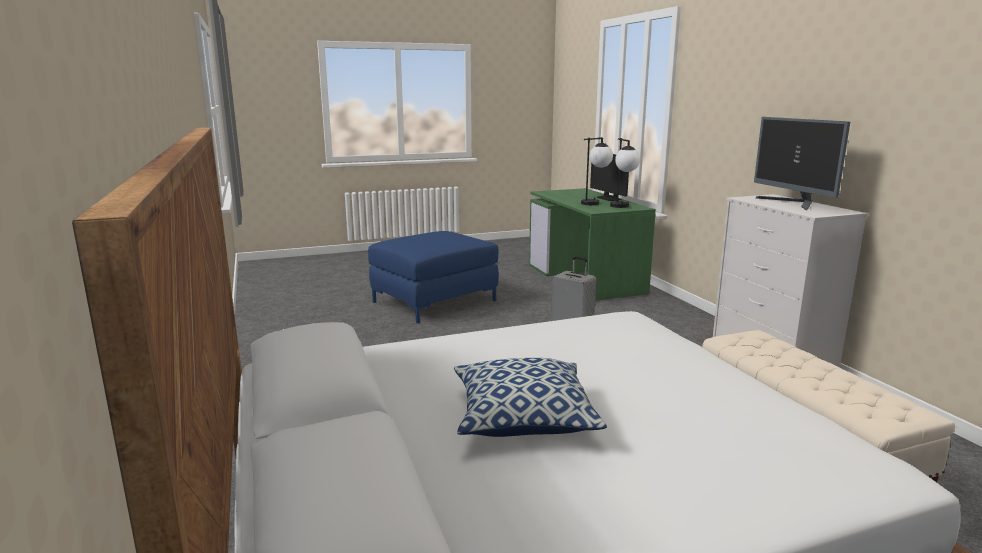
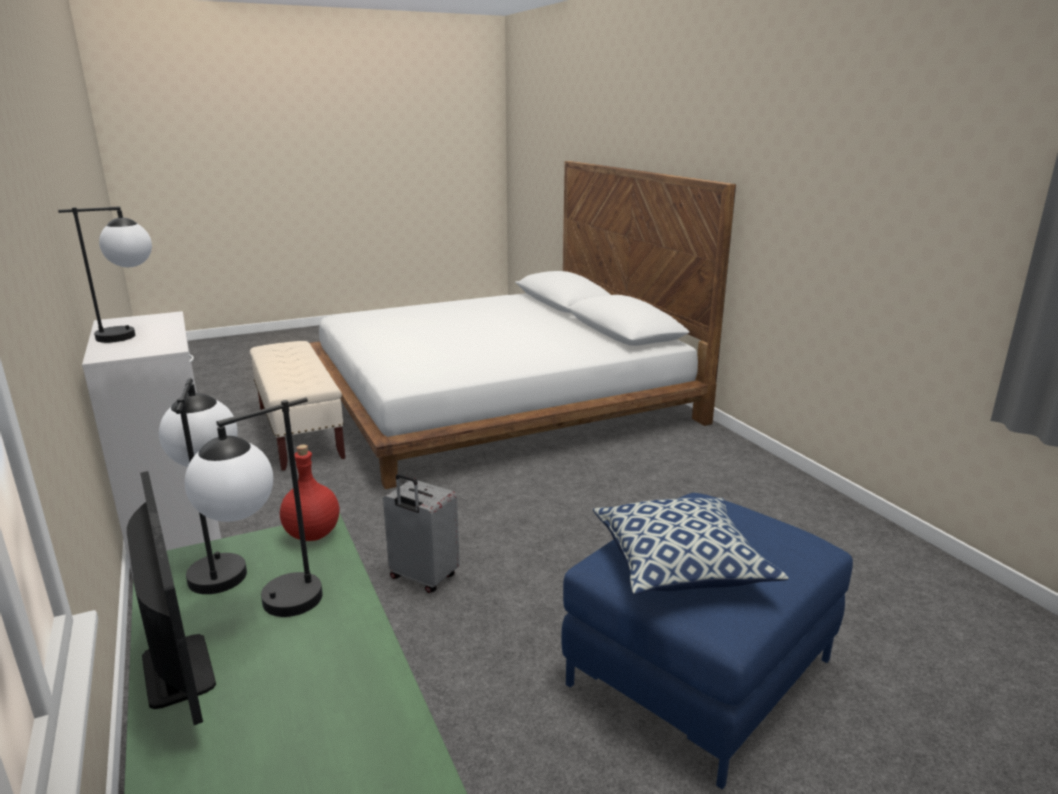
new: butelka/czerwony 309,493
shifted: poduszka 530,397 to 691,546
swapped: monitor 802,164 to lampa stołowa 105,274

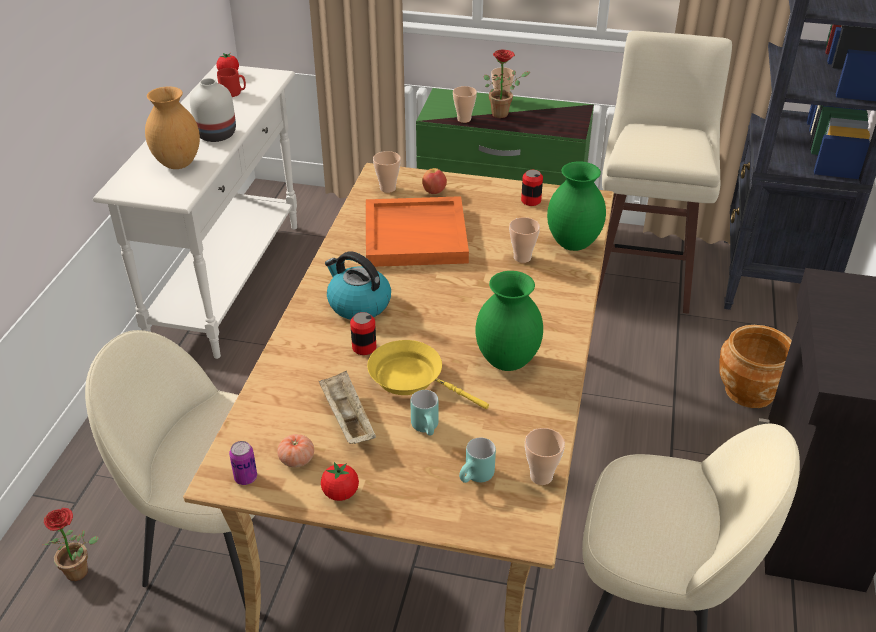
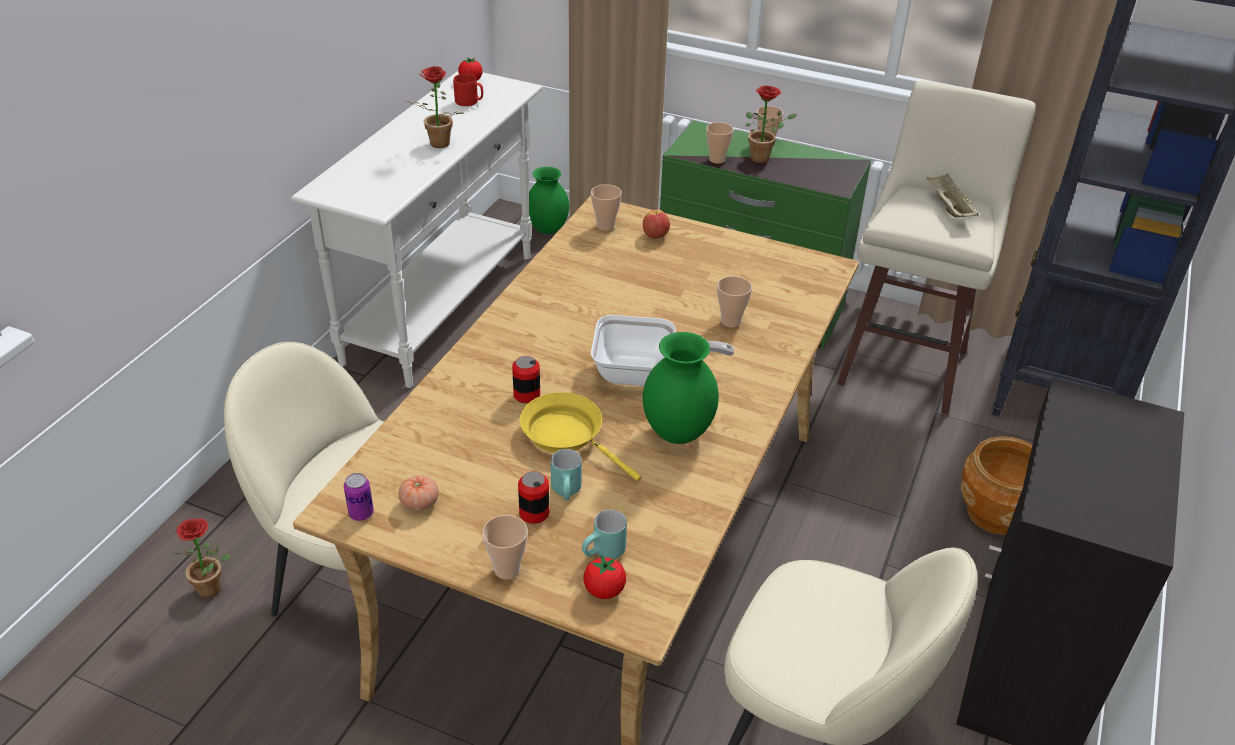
gone: wazon/brązowy 172,127; taca/pomarańczowy 417,231; czajnik 358,285
new: patelnia 662,350
shifted: wazon/zielony 576,206 to 549,200; puszka 532,188 to 533,497; taca/beżowy 347,407 to 952,196; filiżanka 545,456 to 505,547; pomidor 340,481 to 605,577
swapped: wazon/biały 213,110 to roślina doniczkowa 434,107

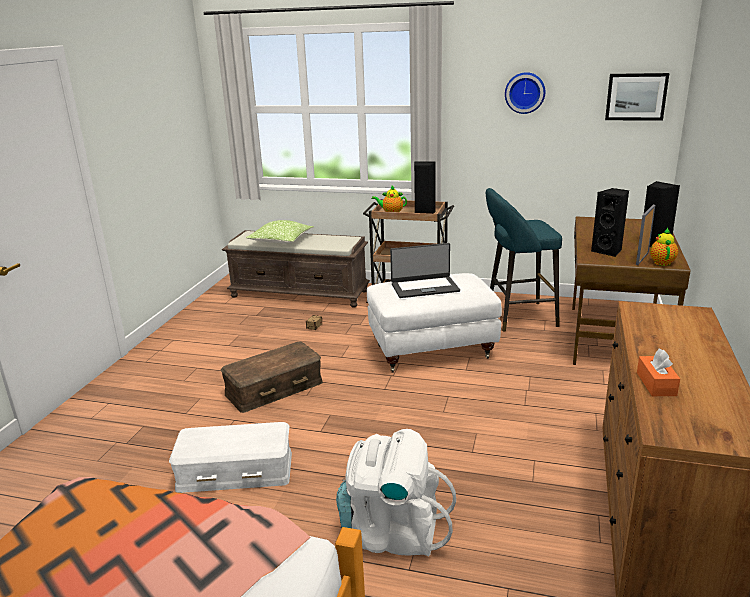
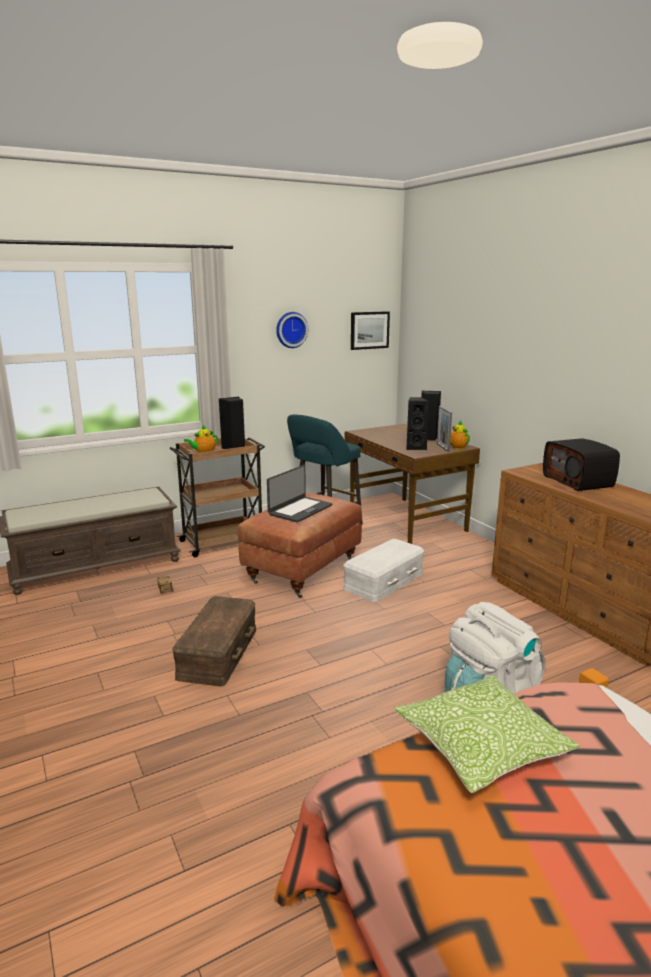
gone: pudełko chusteczek/pomarańczowy 658,372
new: radio 581,464
shifted: poduszka 280,231 to 487,734; pojemnik do przechowywania/biały 230,457 to 383,570
repainted: pufa/biały 434,322 to pufa/brązowy 300,545

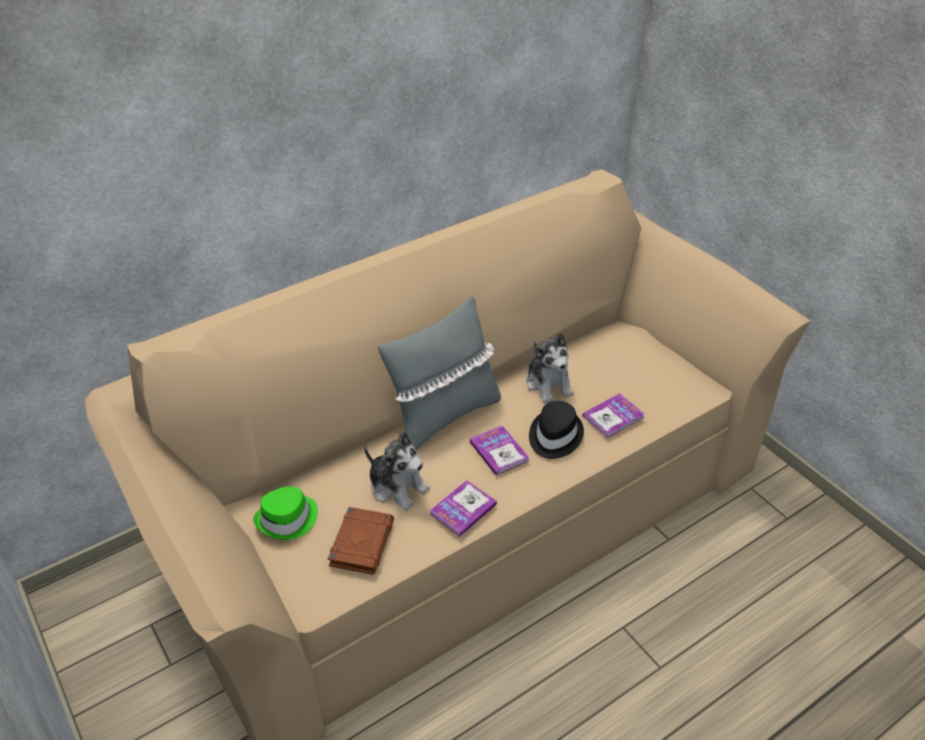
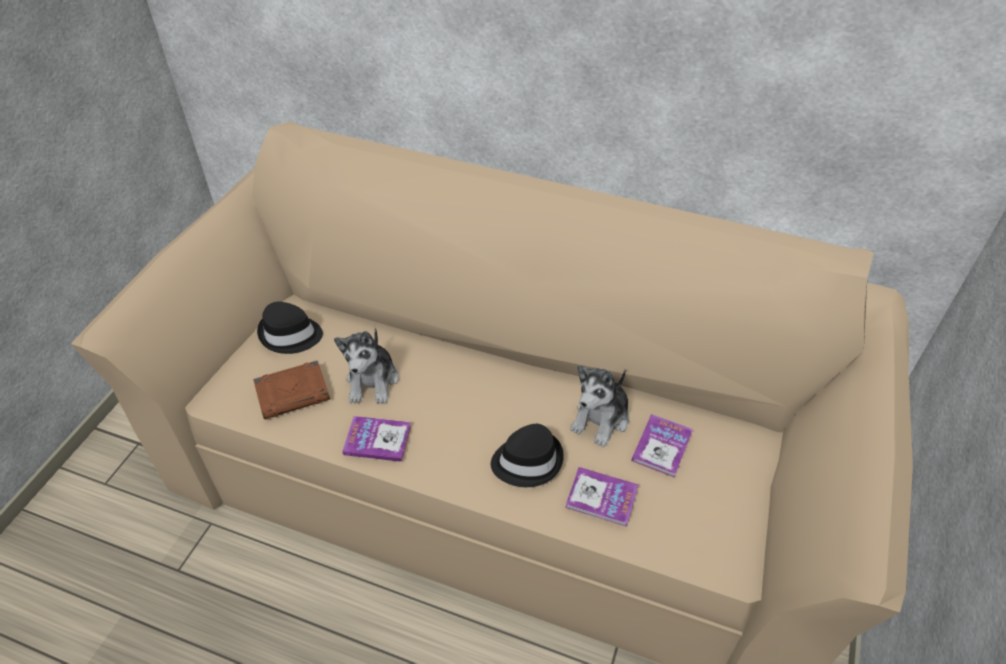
gone: poduszka/szary 439,373
shifted: książka 499,450 to 662,446
repainted: kapelusz/zielony 285,513 to kapelusz/czarny 290,328

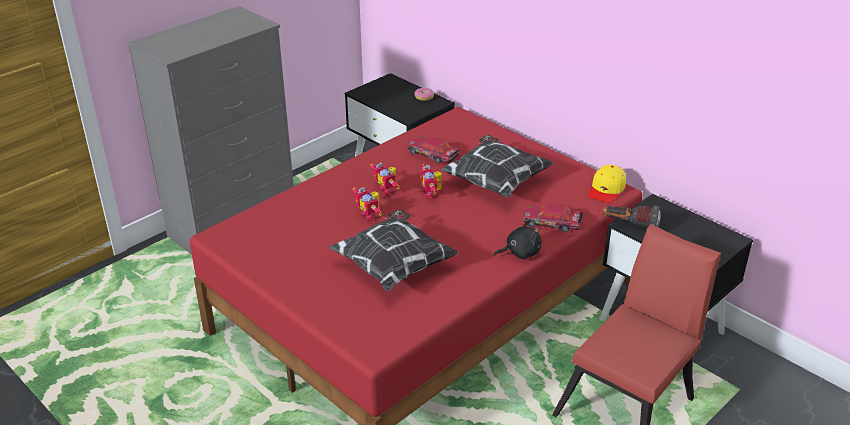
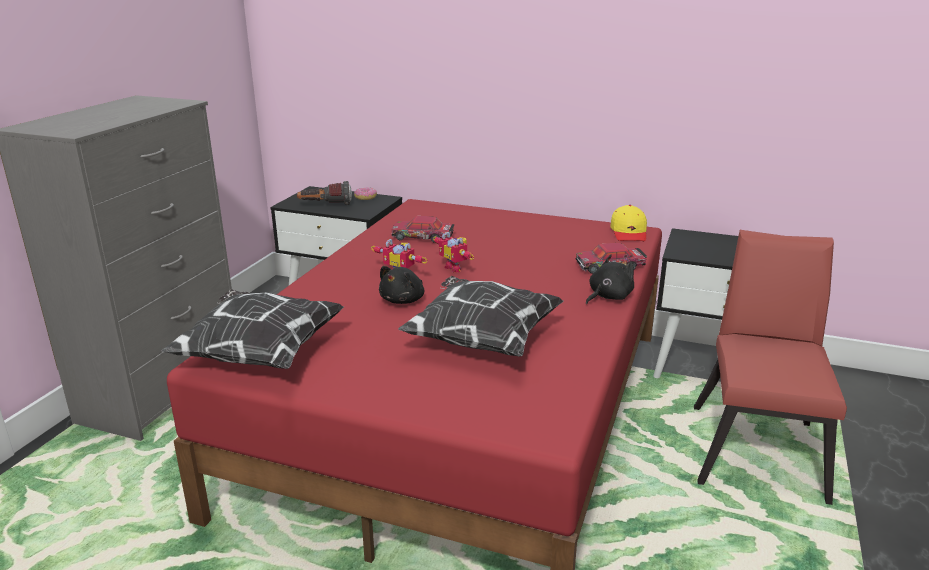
shifted: poduszka 497,166 to 252,329; latarka 631,216 to 324,193
swapped: robot zabawkowy 367,204 to pluszak/czarny 401,285

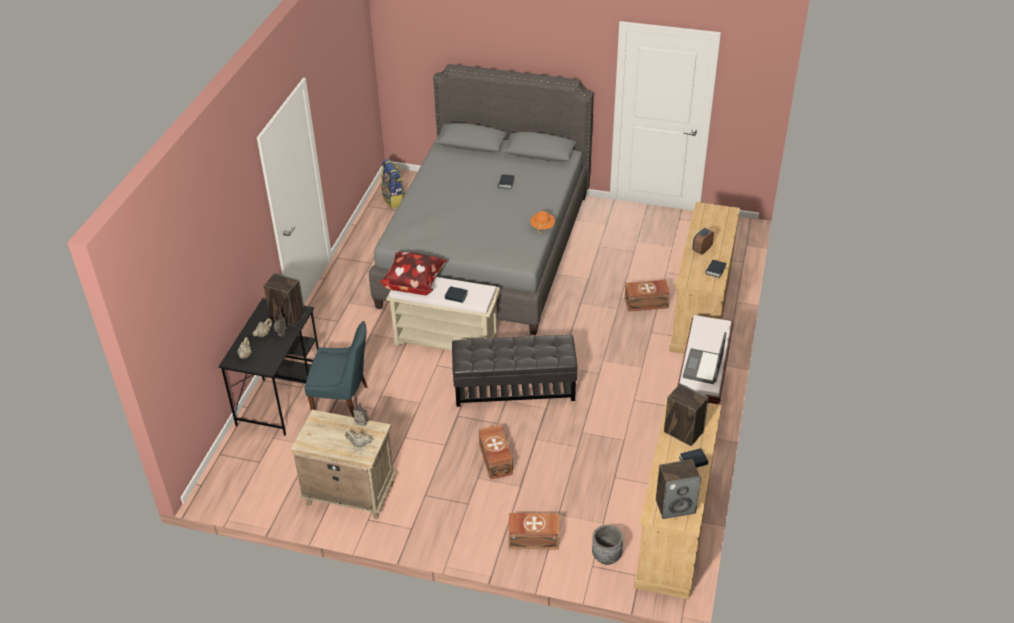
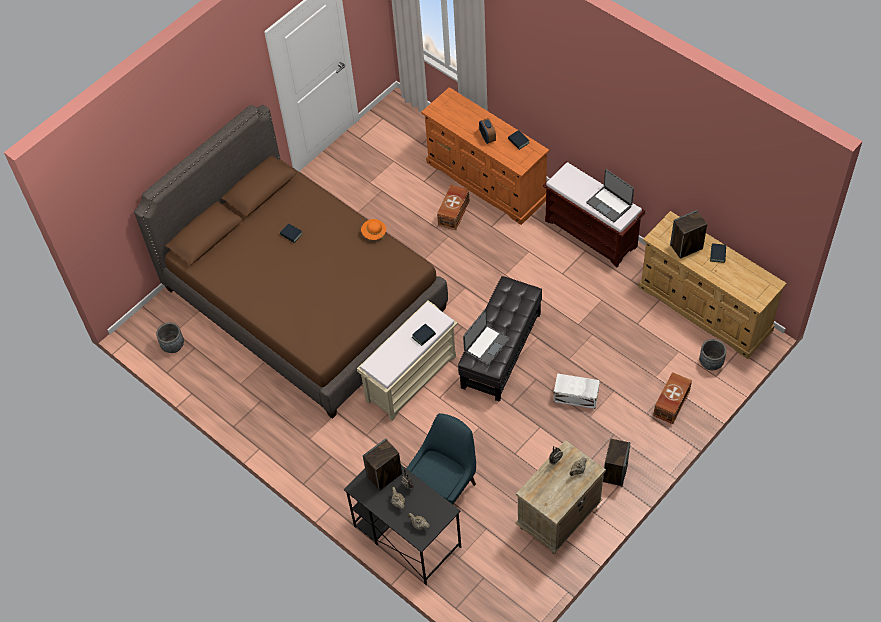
gone: poduszka 413,273
new: laptop 486,337
shifted: głośnik 678,489 to 616,463
swapped: plecak 393,184 to donica/szary 170,338
repainted: łóżko/szary 481,199 to łóżko/brązowy 291,262; komoda/beżowy 704,278 to komoda/pomarańczowy 485,156; pojemnik do przechowywania/brązowy 496,452 to pojemnik do przechowywania/biały 576,391

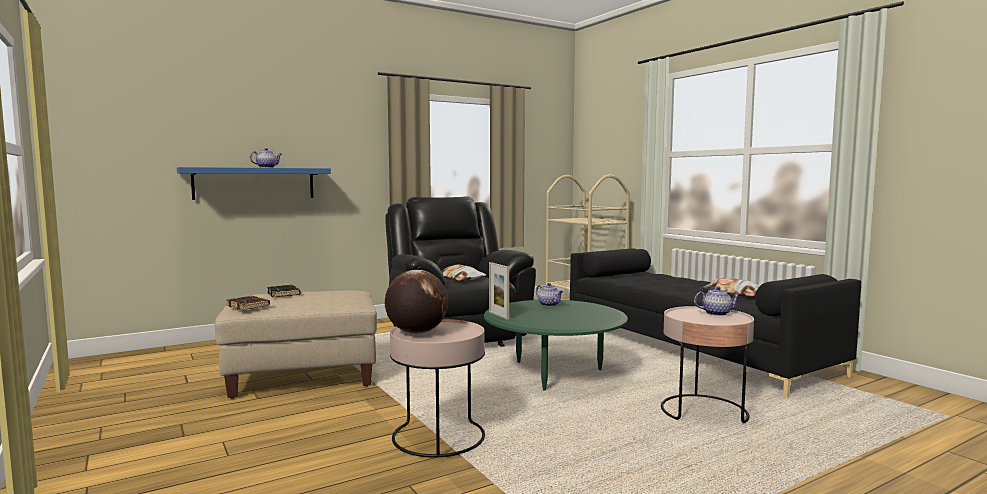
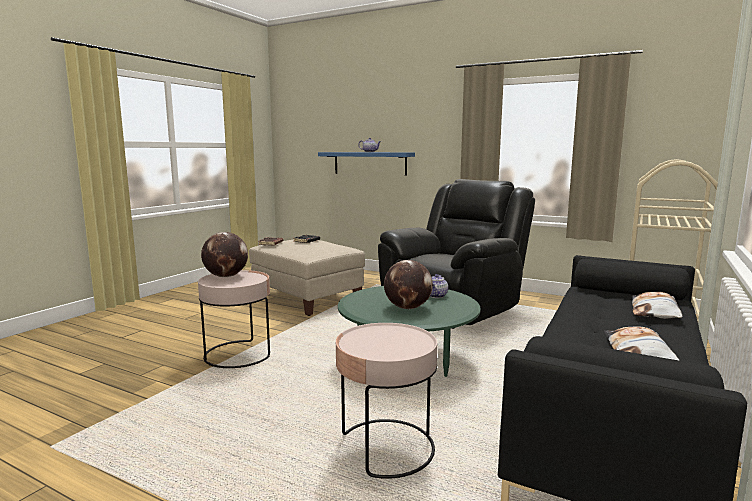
gone: ramka na zdjęcie 499,291; imbryk 717,301
new: globus 408,284
shifted: poduszka 464,273 to 657,305

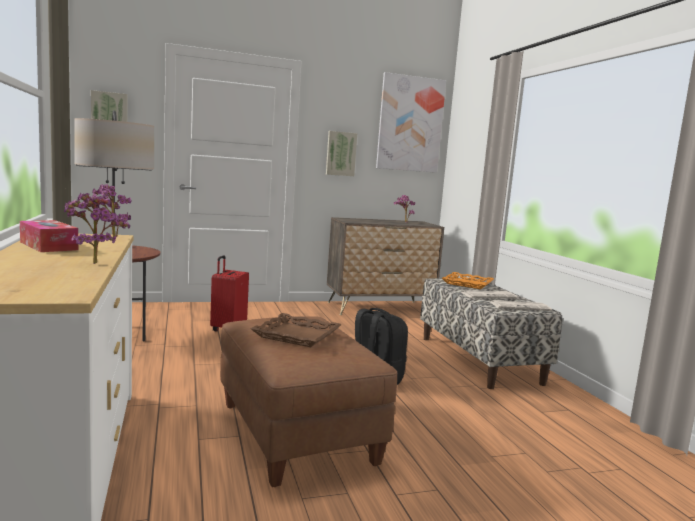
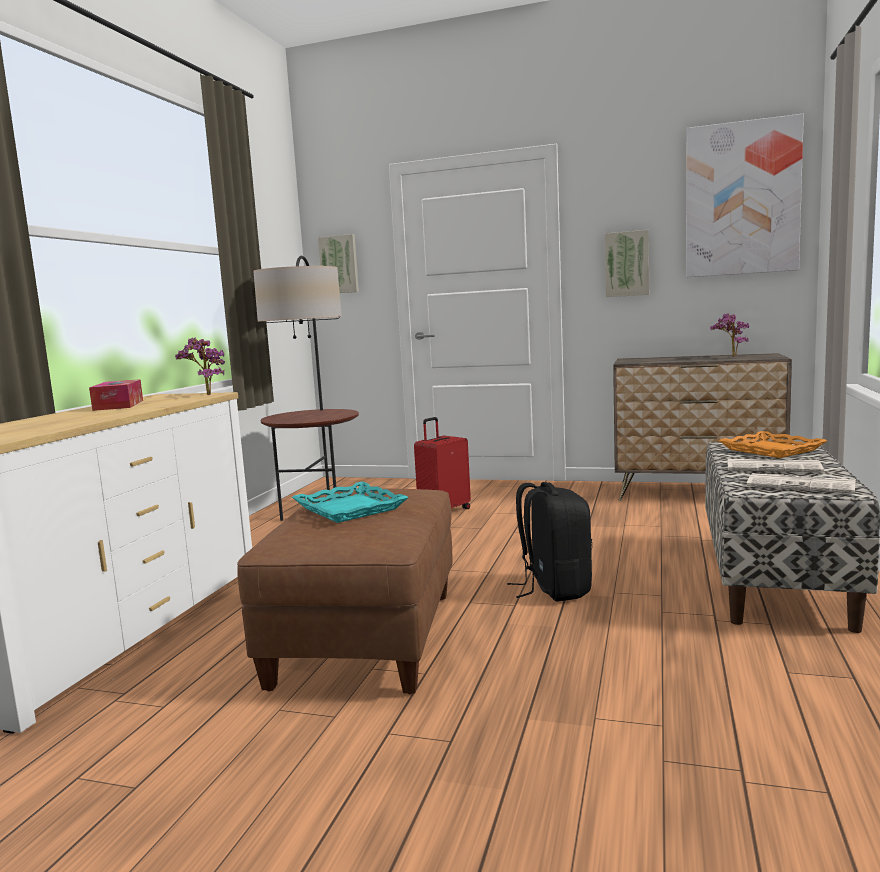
gone: roślina doniczkowa 97,228
repainted: taca/brązowy 296,330 to taca/turkusowy 350,502

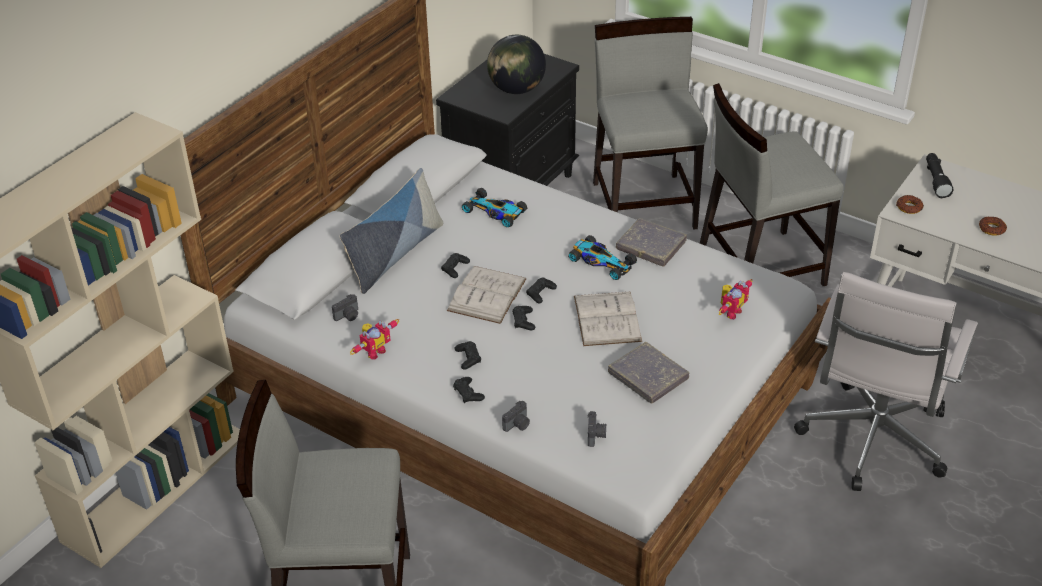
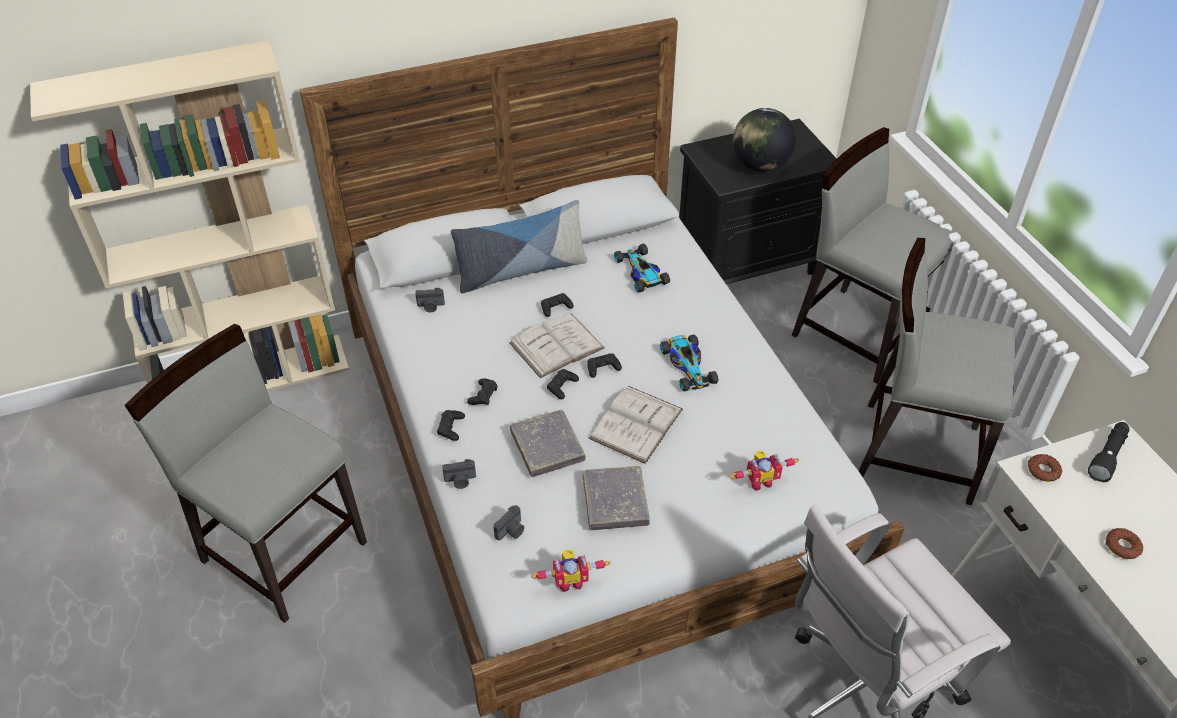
shifted: książka/szary 651,242 to 548,443; robot zabawkowy 374,339 to 570,570
rotated: krzesło/szary 650,123 = 872,255 75 degrees counterclockwise

